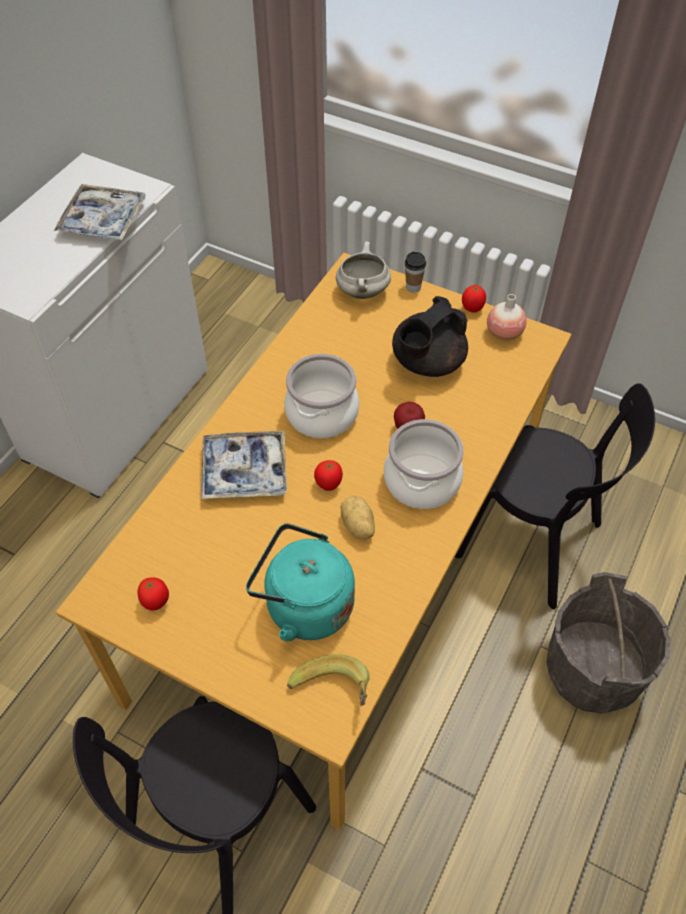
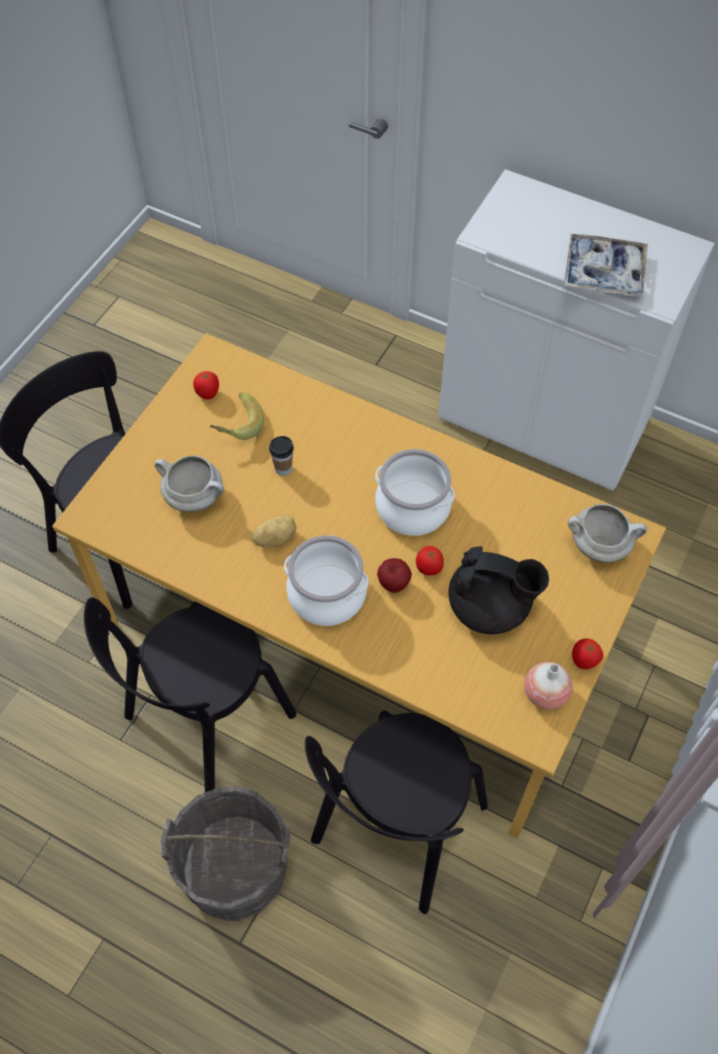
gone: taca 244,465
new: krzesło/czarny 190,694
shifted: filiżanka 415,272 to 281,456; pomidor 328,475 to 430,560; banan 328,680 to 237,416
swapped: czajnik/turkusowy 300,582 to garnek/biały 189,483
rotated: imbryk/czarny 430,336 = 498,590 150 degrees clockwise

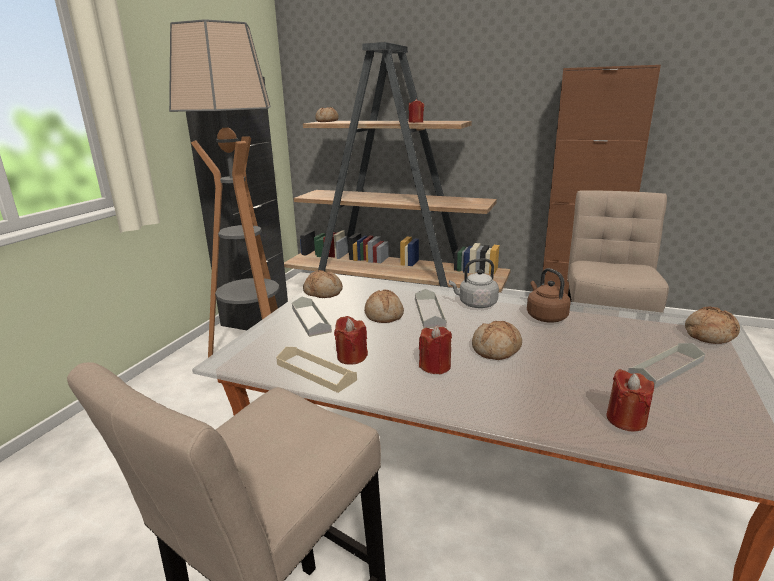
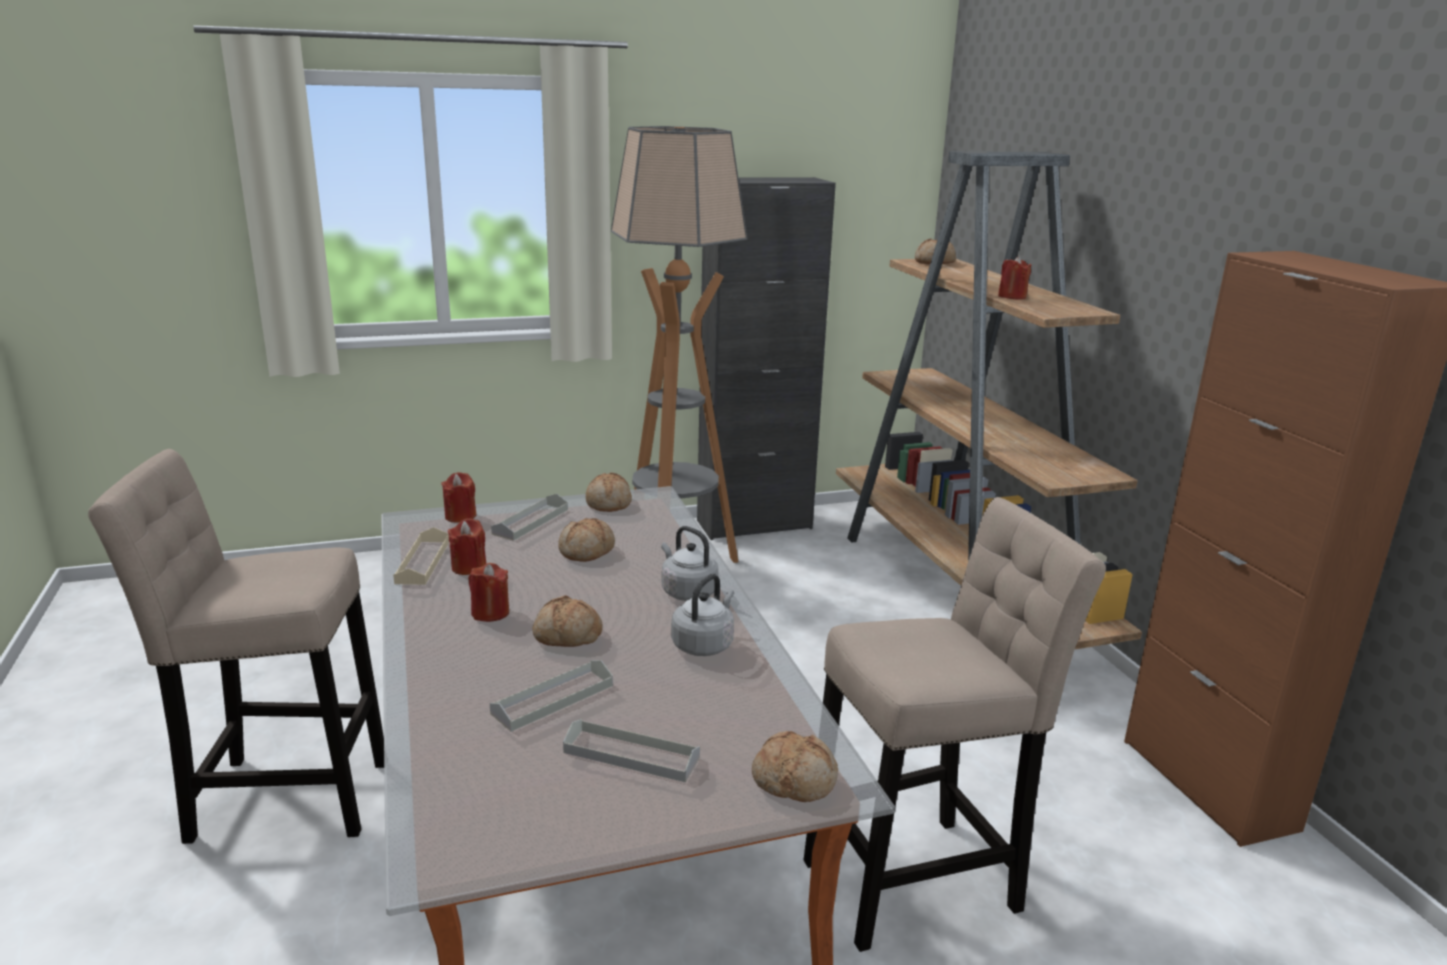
shifted: taca/szary 431,308 to 551,696; świeca/czerwony 630,400 to 458,497
repainted: czajnik/brązowy 549,295 to czajnik/szary 702,615

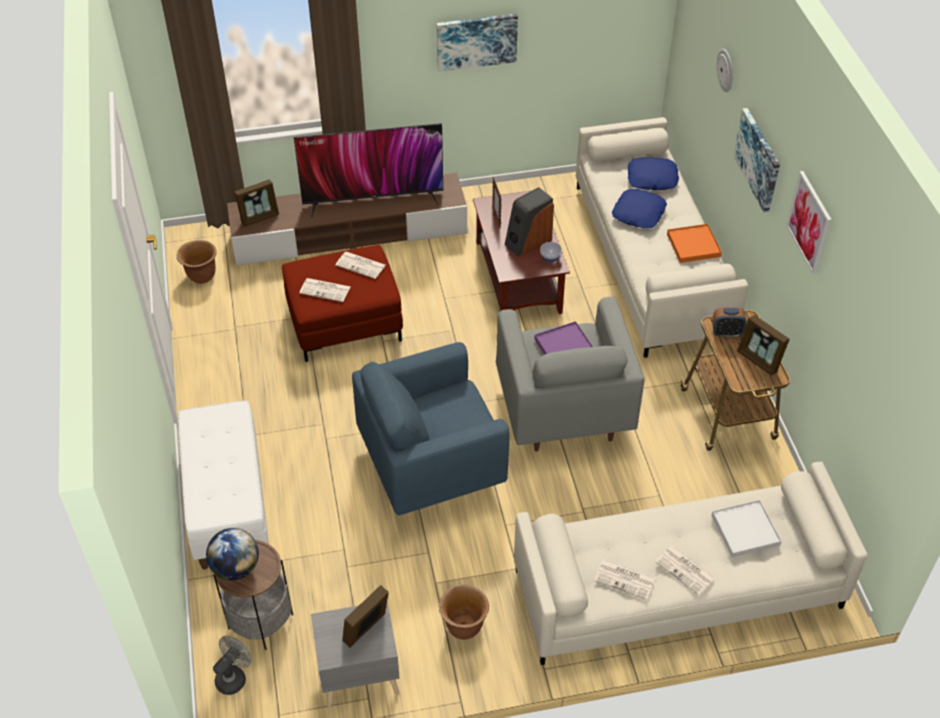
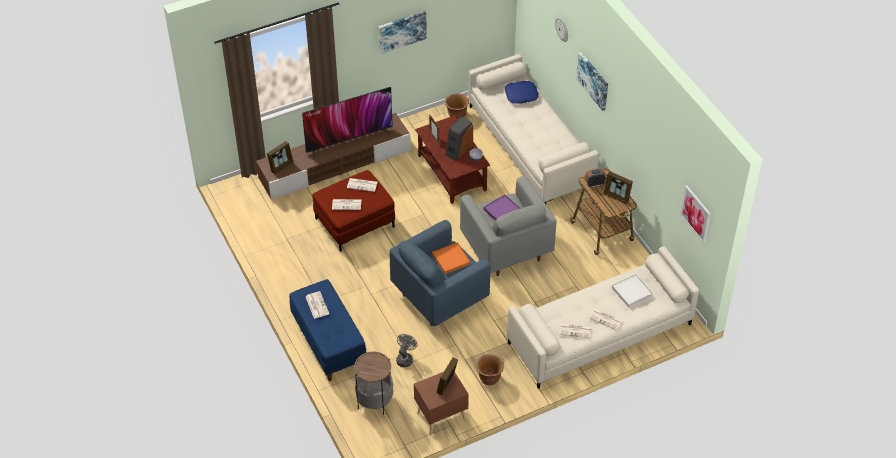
gone: poduszka/niebieski 639,208; globus 232,554
new: gazeta 317,305
shifted: obraz 809,222 to 695,214; taca/pomarańczowy 694,243 to 451,258; donica/brązowy 197,262 to 457,106; wentylator/szary 232,665 to 406,350
repainted: ławka/biały 223,485 to ławka/niebieski 327,330; szafka nocna/szary 355,654 to szafka nocna/brązowy 441,403

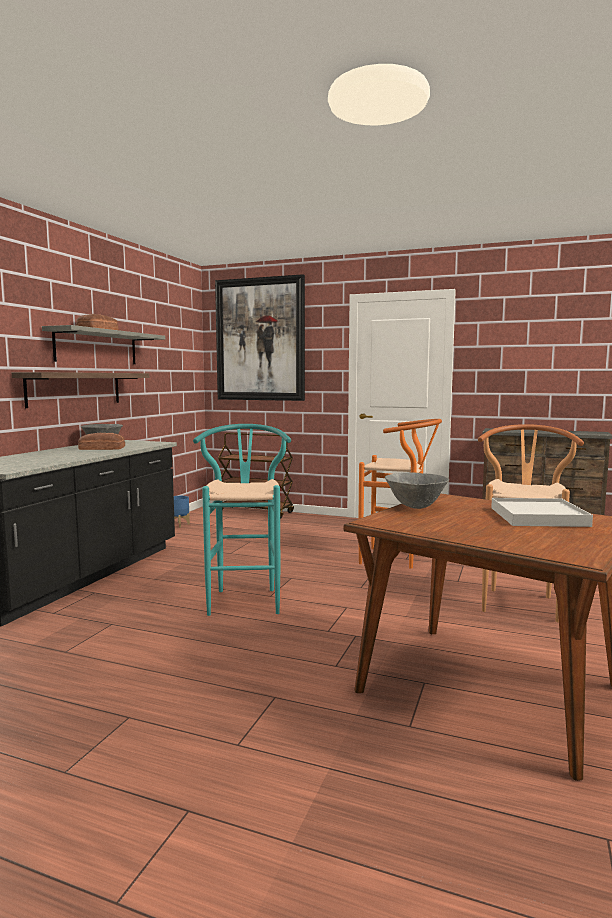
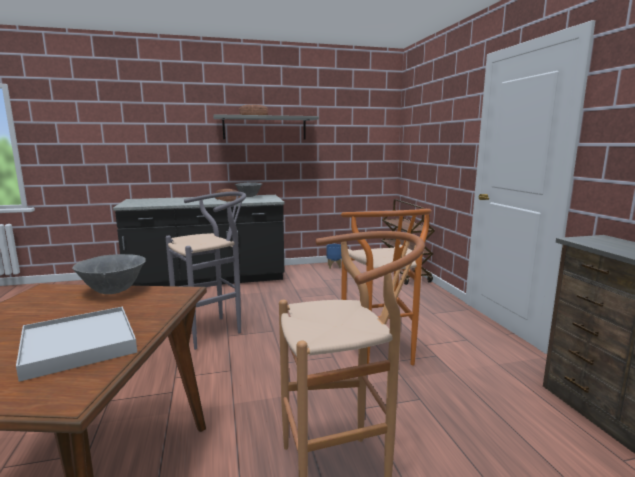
gone: obraz 260,337; półka 80,390
repainted: stołek/turkusowy 242,520 to stołek/szary 206,270

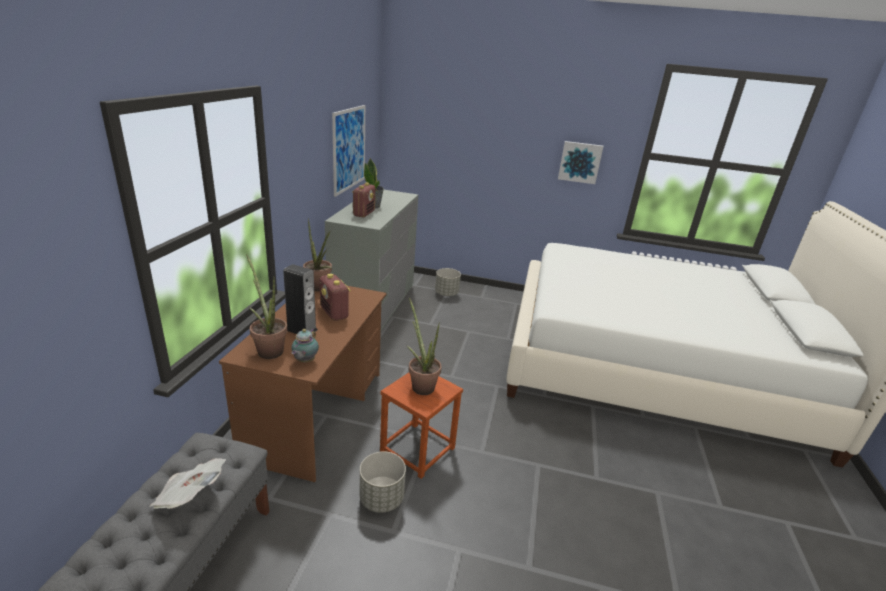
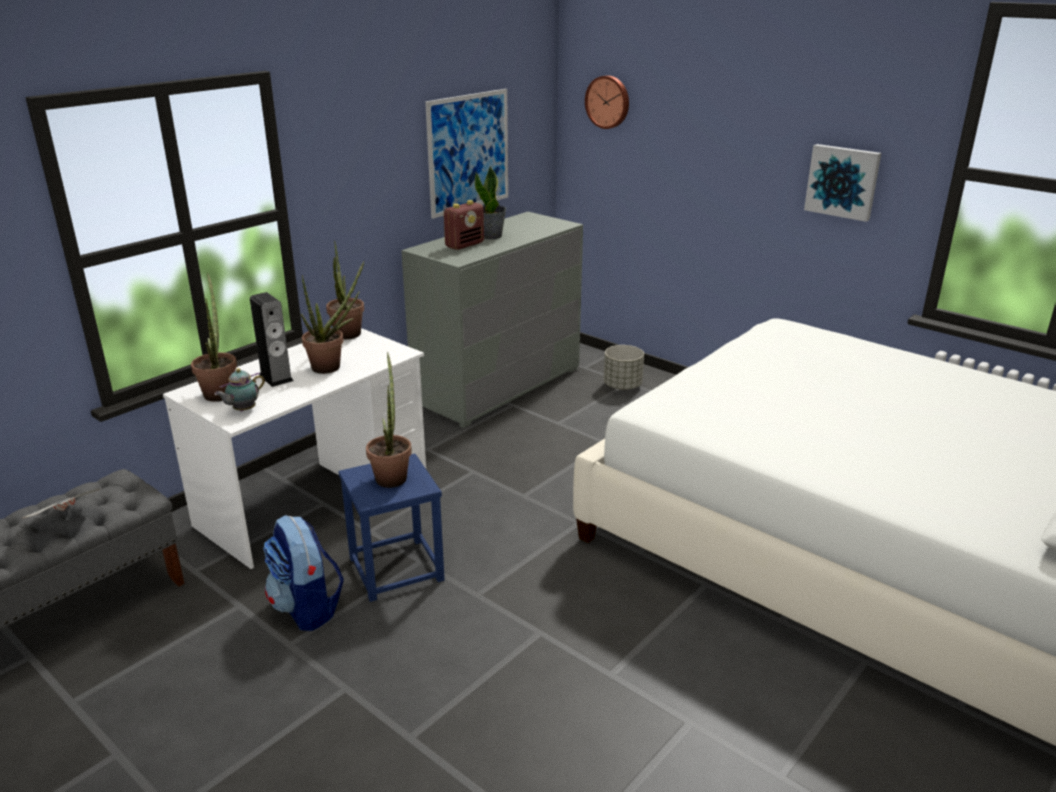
new: zegar ścienny 607,102
swapped: radio 335,297 to roślina doniczkowa 332,317; donica/szary 383,482 to plecak 303,573
repainted: biurko/brązowy 303,383 to biurko/biały 294,448; stołek/brązowy 421,426 to stołek/niebieski 391,528

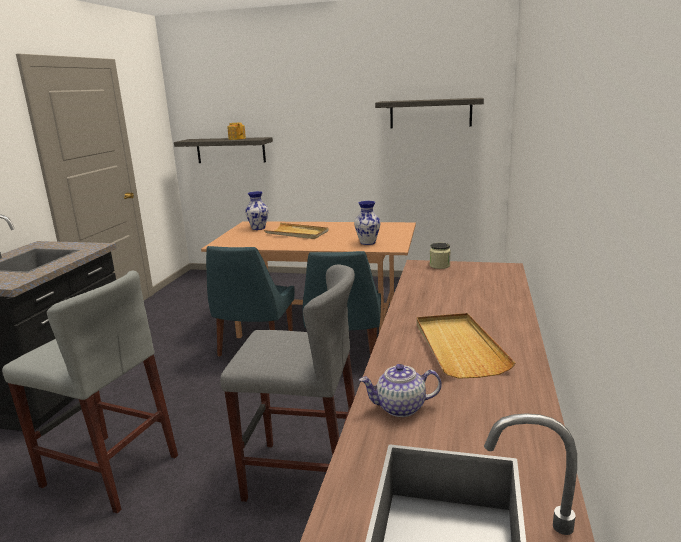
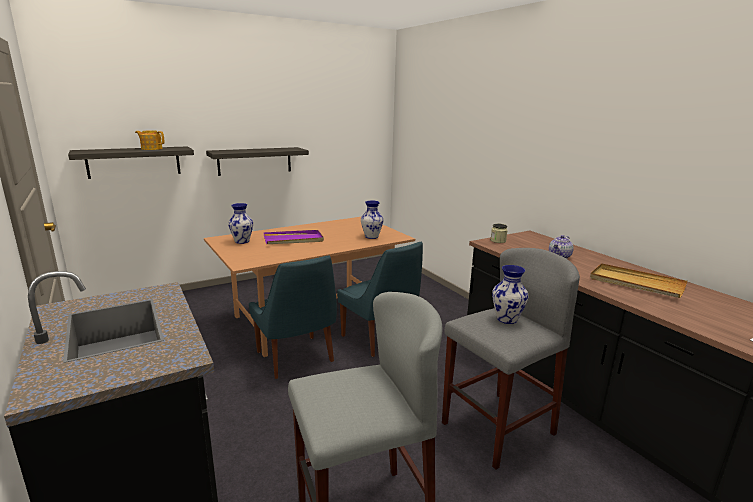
new: wazon 510,294
shifted: półka 429,113 to 257,161; imbryk 400,390 to 561,247
repainted: taca/beżowy 296,231 to taca/fioletowy 293,237

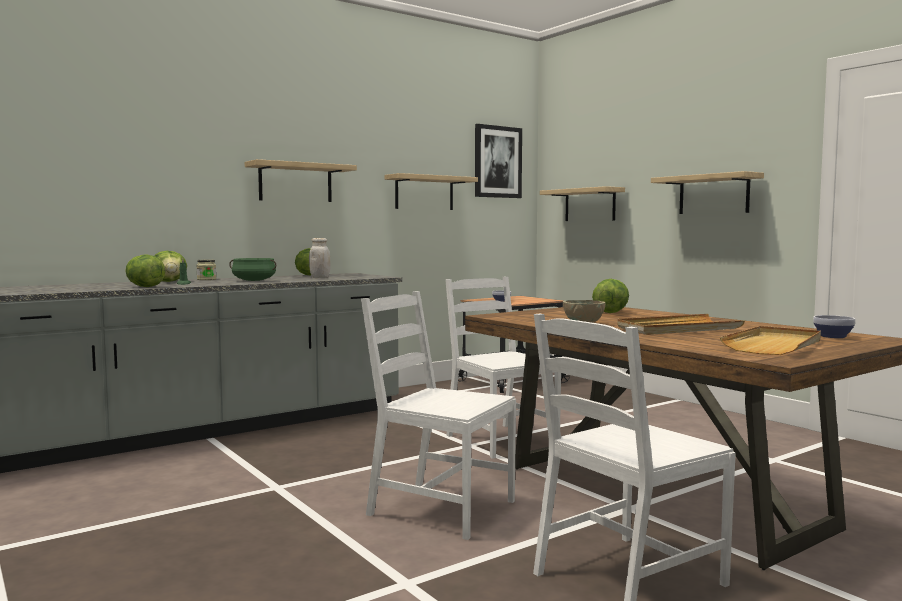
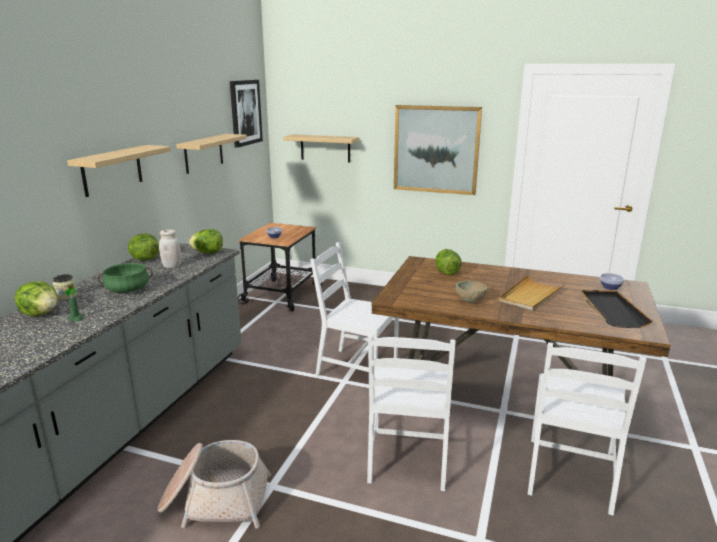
new: koszyk 214,484
shifted: sałata 145,270 to 206,241
swapped: półka 707,192 to obraz 438,150
repainted: taca/beżowy 770,340 to taca/czarny 617,309
rotated: krzesło/biały 438,415 = 411,412 75 degrees counterclockwise

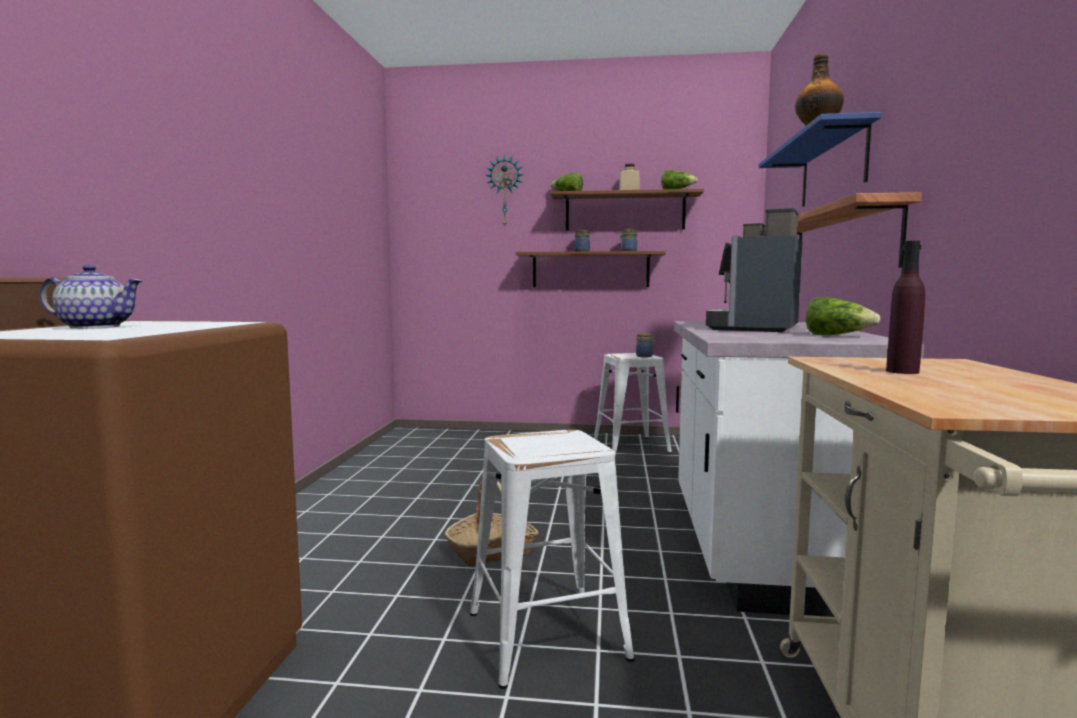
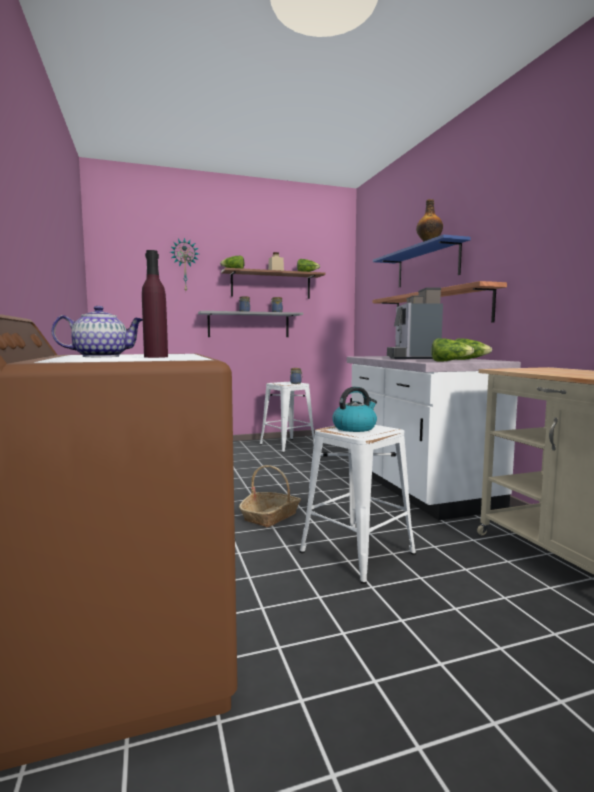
new: sałata 452,350; czajnik 354,409
shifted: butelka/fioletowy 905,307 to 155,304
repainted: półka/brązowy 591,269 to półka/szary 250,324

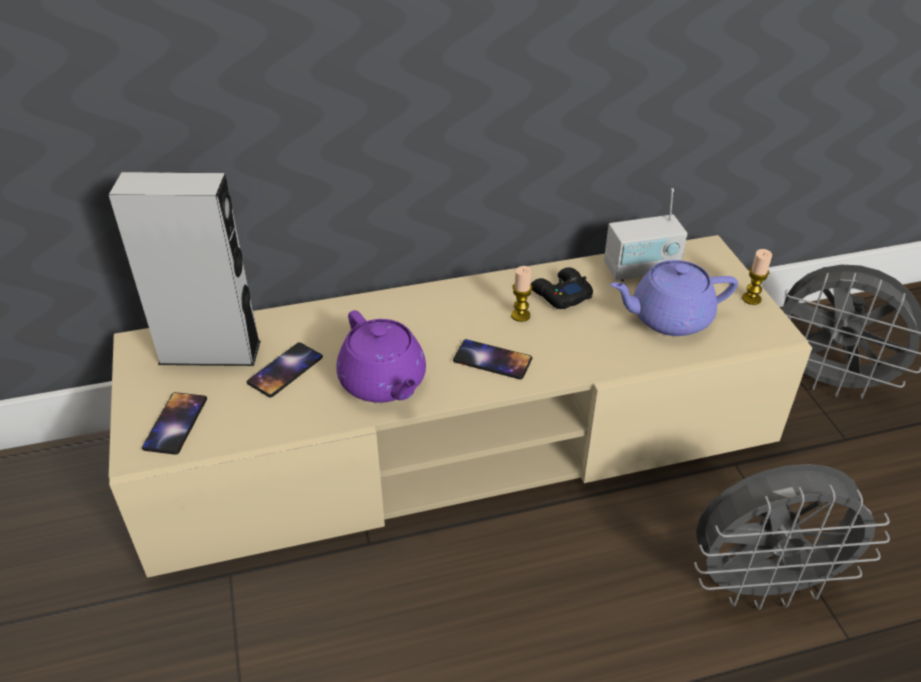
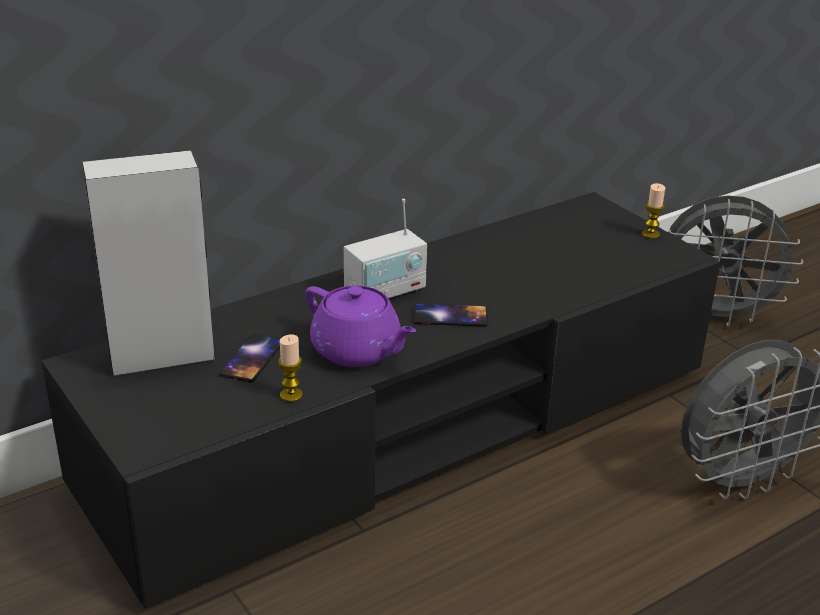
gone: imbryk/fioletowy 674,298; pad do gier/czarny 562,288; telefon 174,423
shifted: radio 646,234 to 385,248; świeca 521,294 to 290,368
repainted: szafka pod telewizor/beżowy 460,406 to szafka pod telewizor/czarny 381,400

